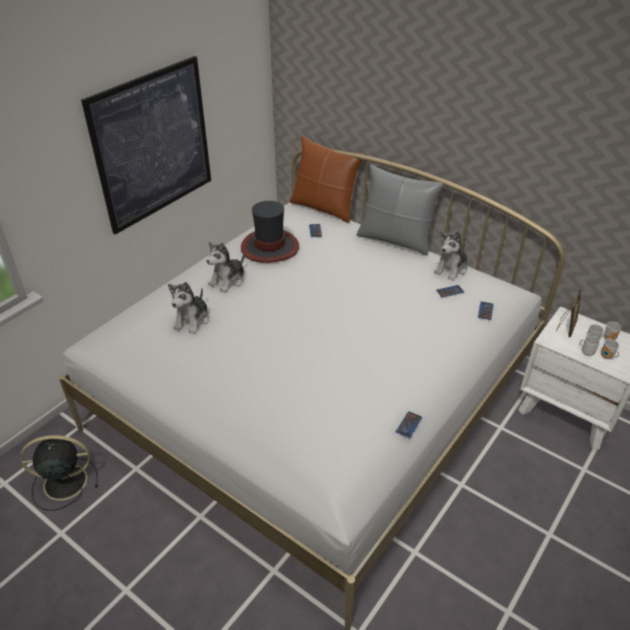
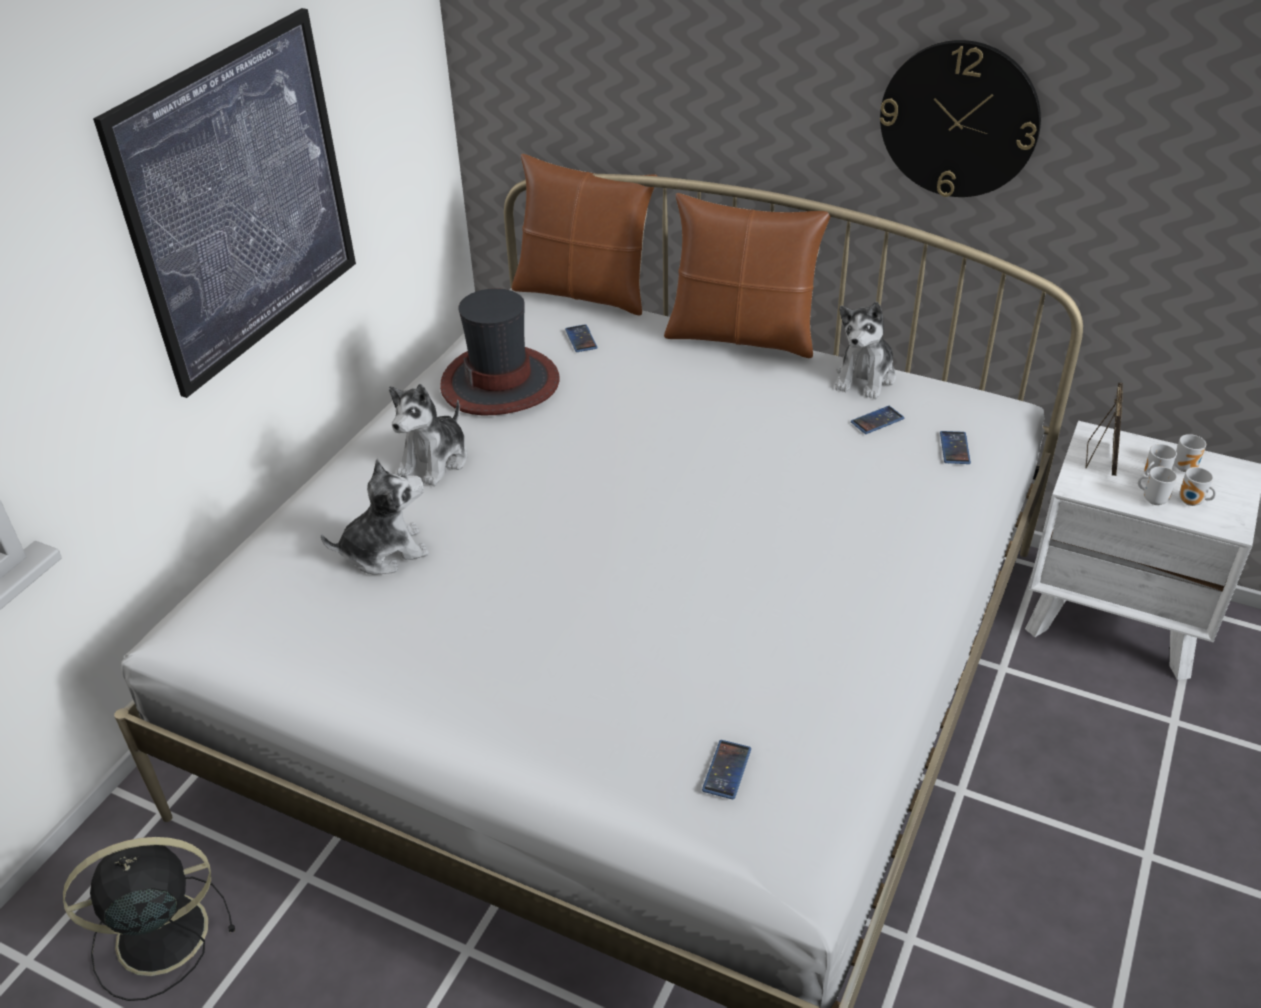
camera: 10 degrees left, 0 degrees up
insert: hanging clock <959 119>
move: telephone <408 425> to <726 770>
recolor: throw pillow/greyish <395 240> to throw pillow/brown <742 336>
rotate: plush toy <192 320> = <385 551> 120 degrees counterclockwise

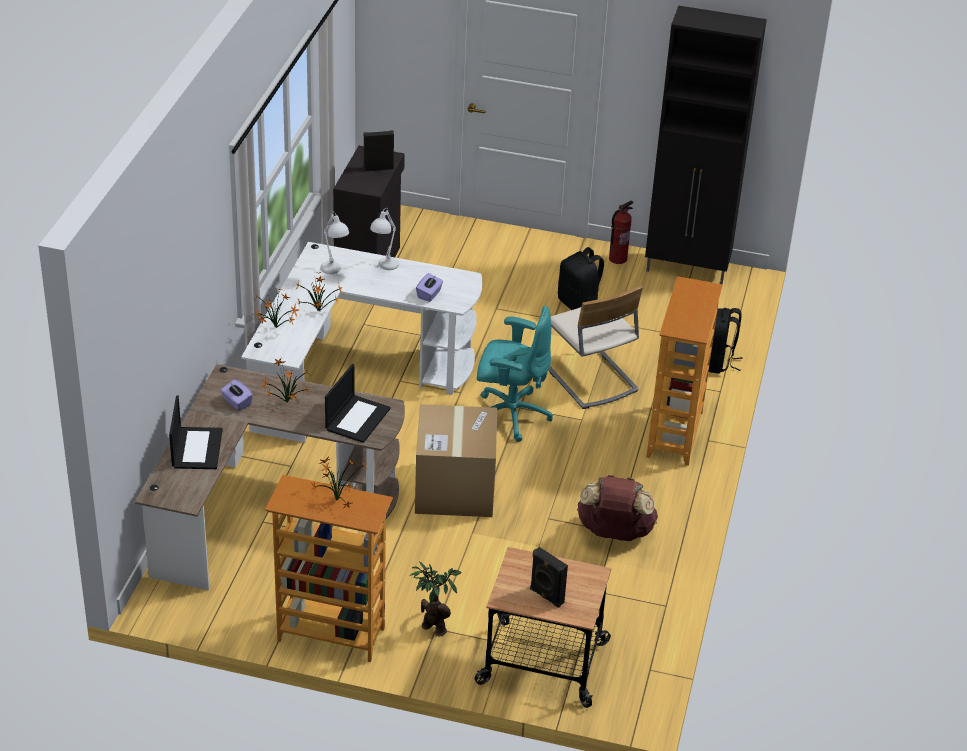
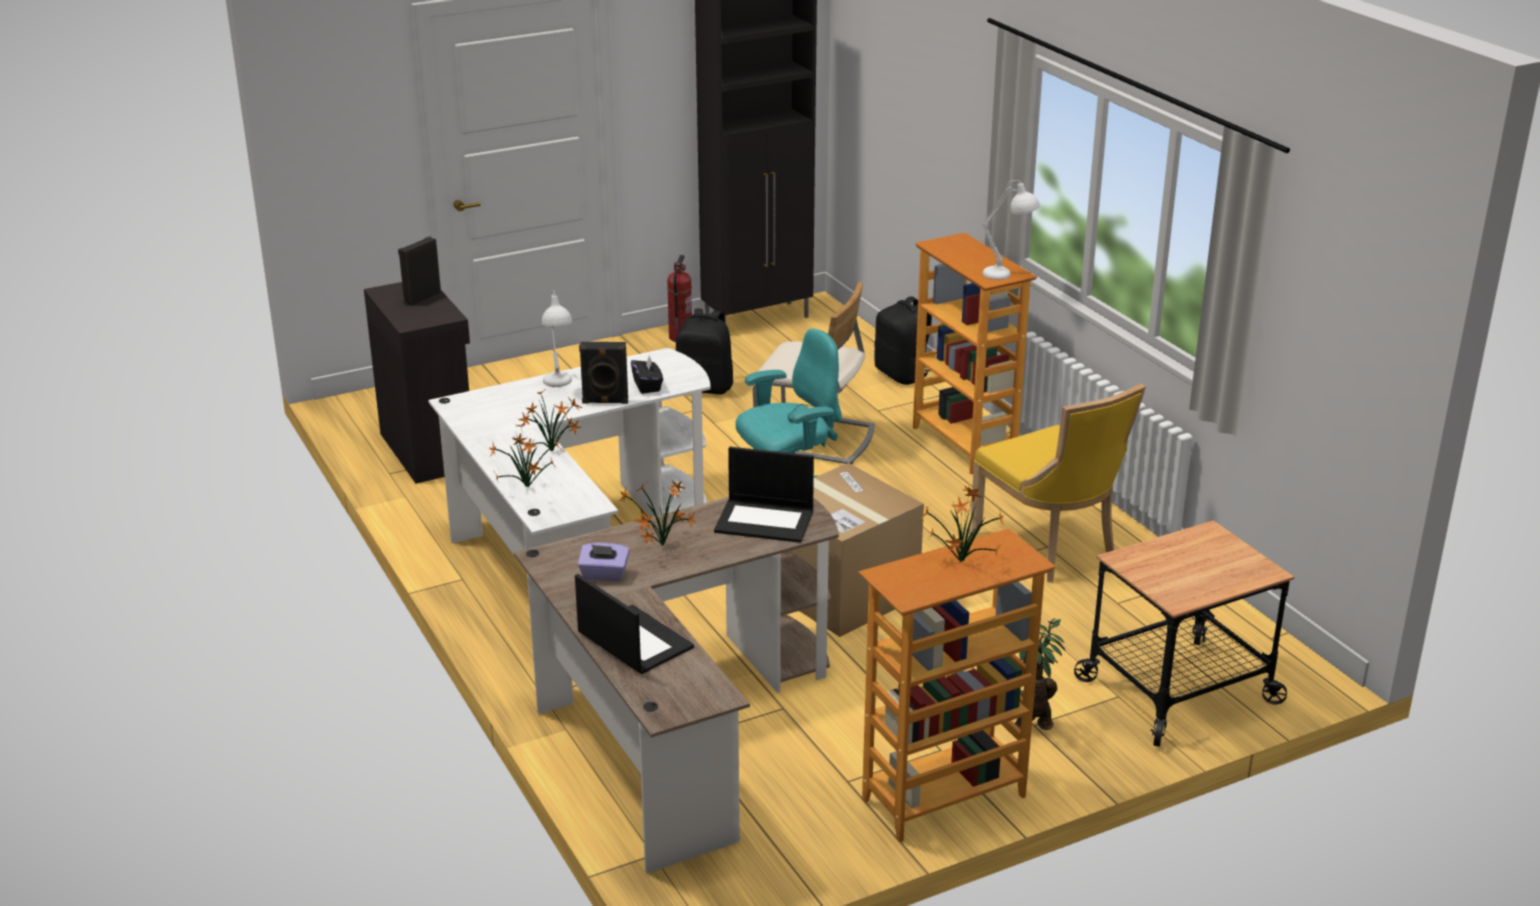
camera: 40 degrees left, 10 degrees down
move: tabletop lamp/whitish <334 272> to <1008 275>; loudspeaker/blackish <546 596> to <605 402>
replace: knapsack/brown <614 533> to upright chair/yellowish <1049 548>
recolor: tissue holder/purple <429 294> to tissue holder/blackish <647 386>
rotate: notebook computer <357 418> = <765 521> 120 degrees clockwise

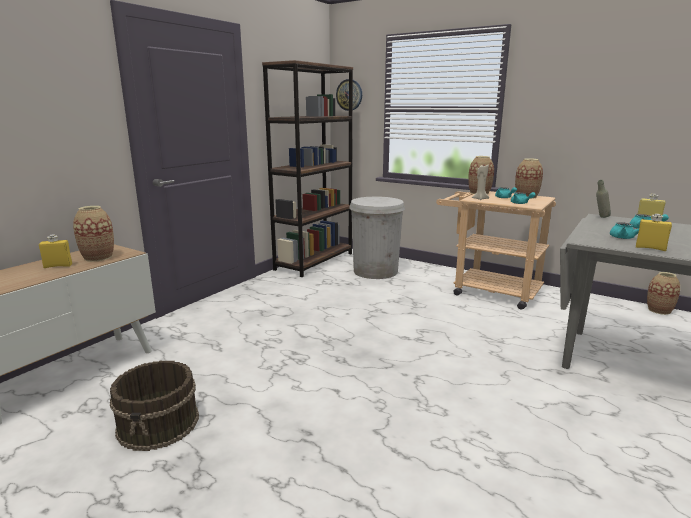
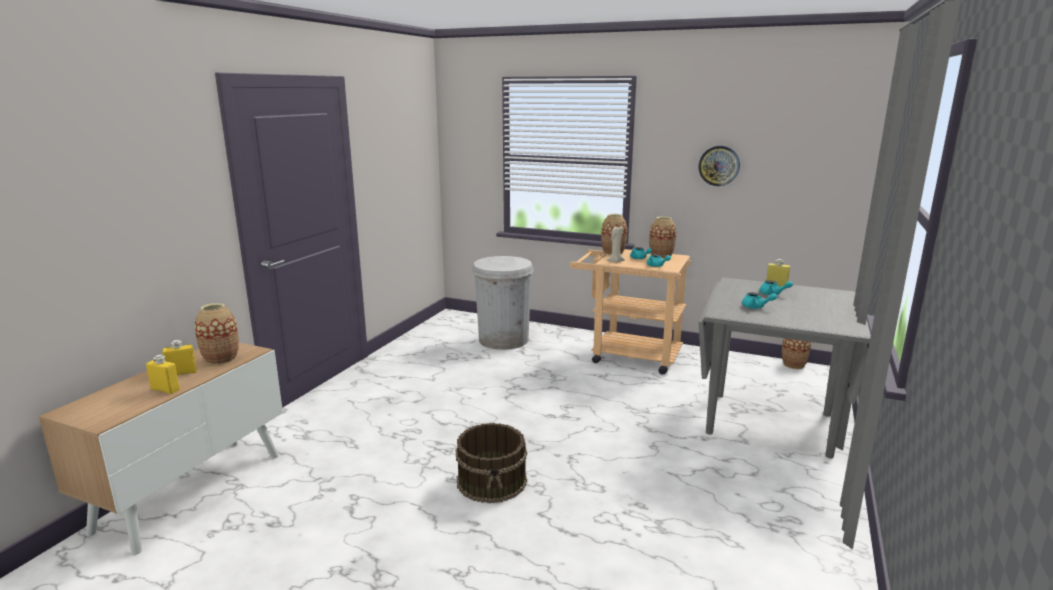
camera: 10 degrees left, 0 degrees up
delete: shelving unit/brown <314 261>; drink bottle/greyish <600 217>
move: bucket/brown <159 423> to <492 480>; hanging clock <349 95> to <719 165>; drink bottle/yellowish <650 248> to <165 390>

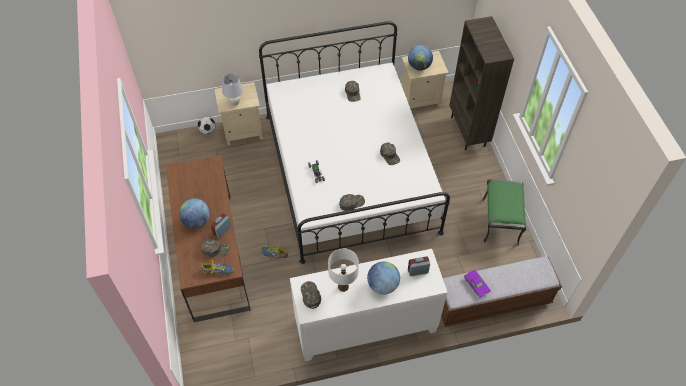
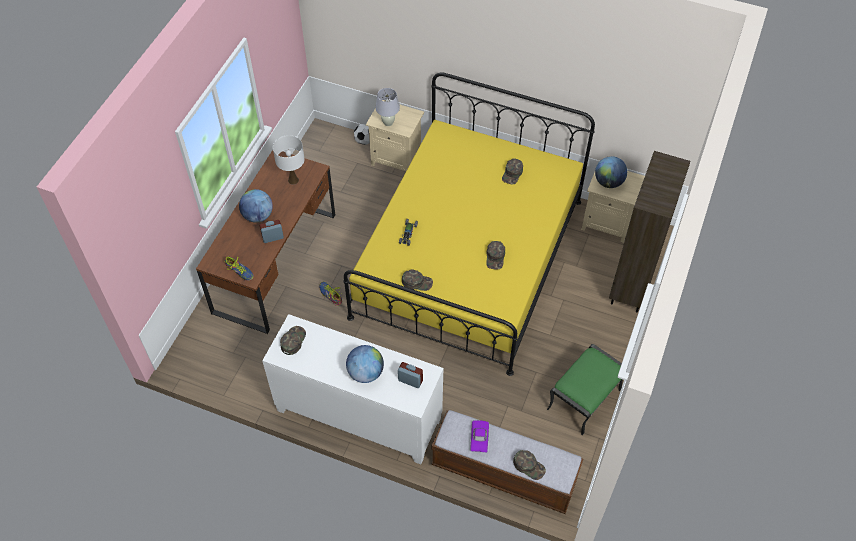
camera: 35 degrees right, 0 degrees up
move: baseball cap/green-coloured <215 249> to <529 466>; tabletop lamp/whitish <343 286> to <293 180>
recolor: sleeping bed/whitish <349 172> to sleeping bed/yellowish <468 257>

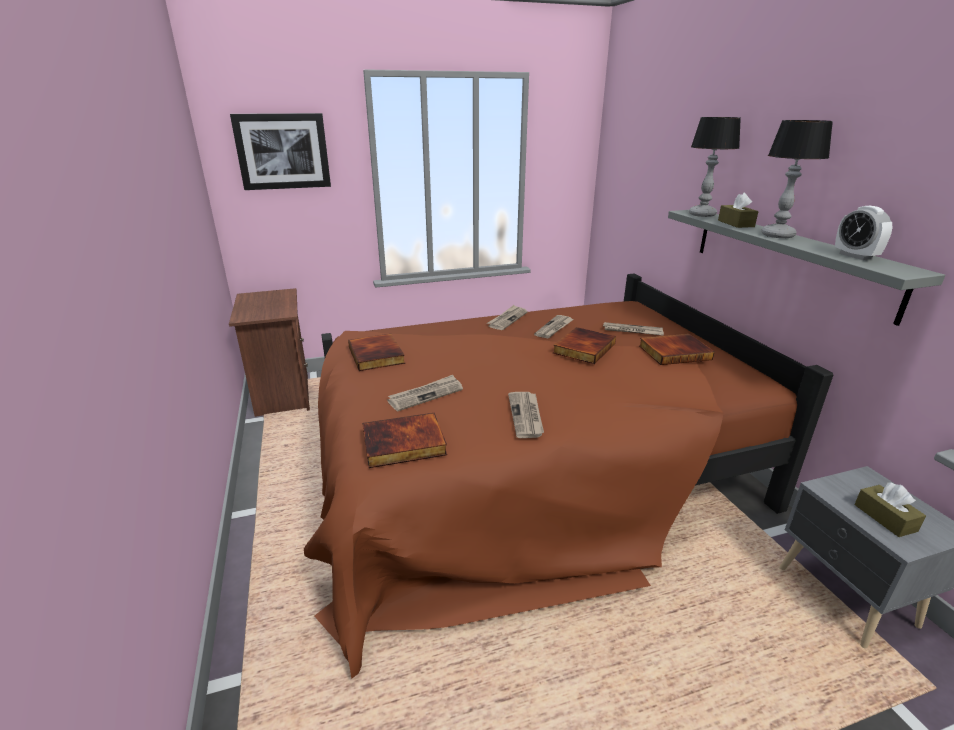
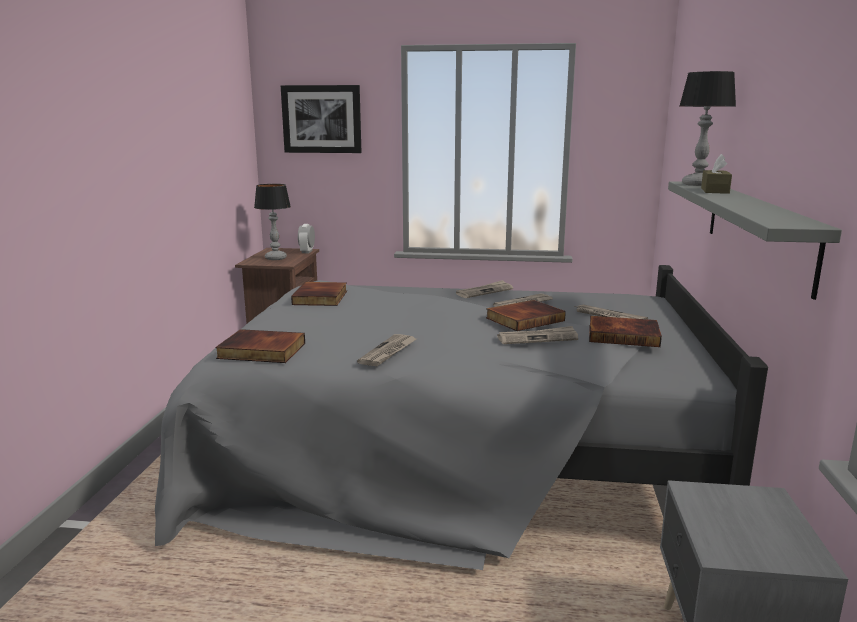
camera: 25 degrees right, 10 degrees down
delete: tissue holder/brown <885 518>
move: printed paper <426 395> to <538 338>; tabletop lamp <777 235> to <276 258>; table clock <855 256> to <307 251>
recolor: sleeping bed/brown <526 470> to sleeping bed/greyish <455 452>

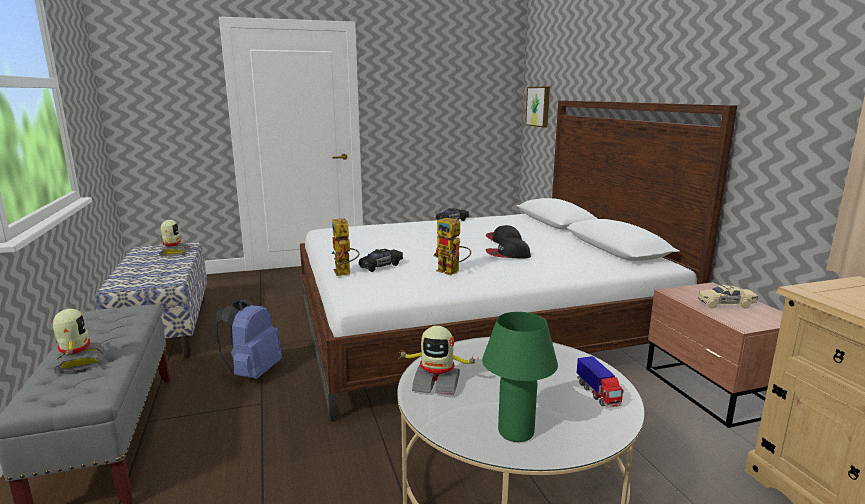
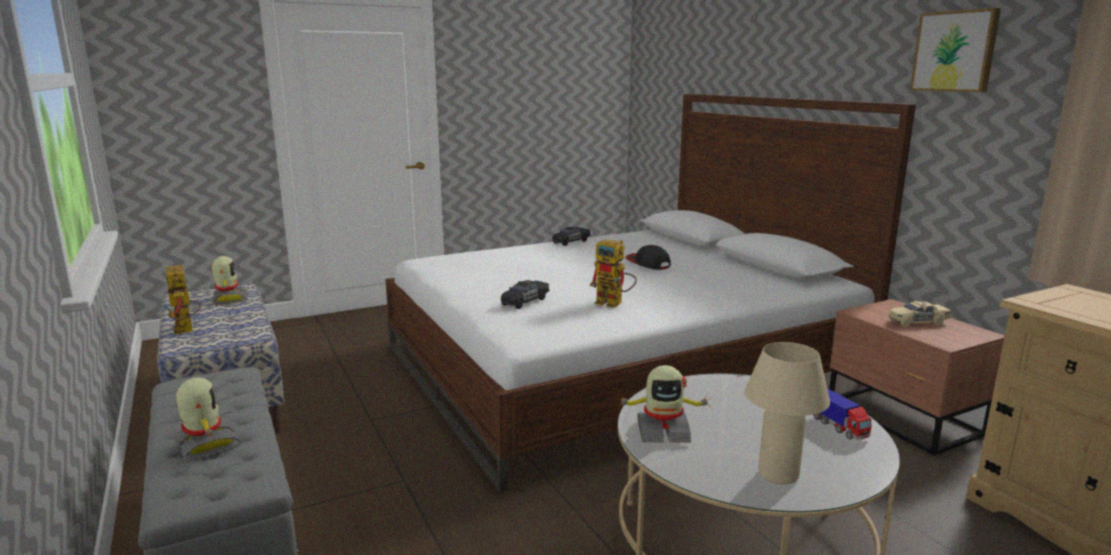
camera: 10 degrees left, 0 degrees up
delete: knapsack/blue <253 373>; baseball cap <507 255>
move: robot figure <345 273> to <186 331>; wall art <539 106> to <955 51>
recolor: tabletop lamp/green-coloured <516 432> to tabletop lamp/beige <778 474>

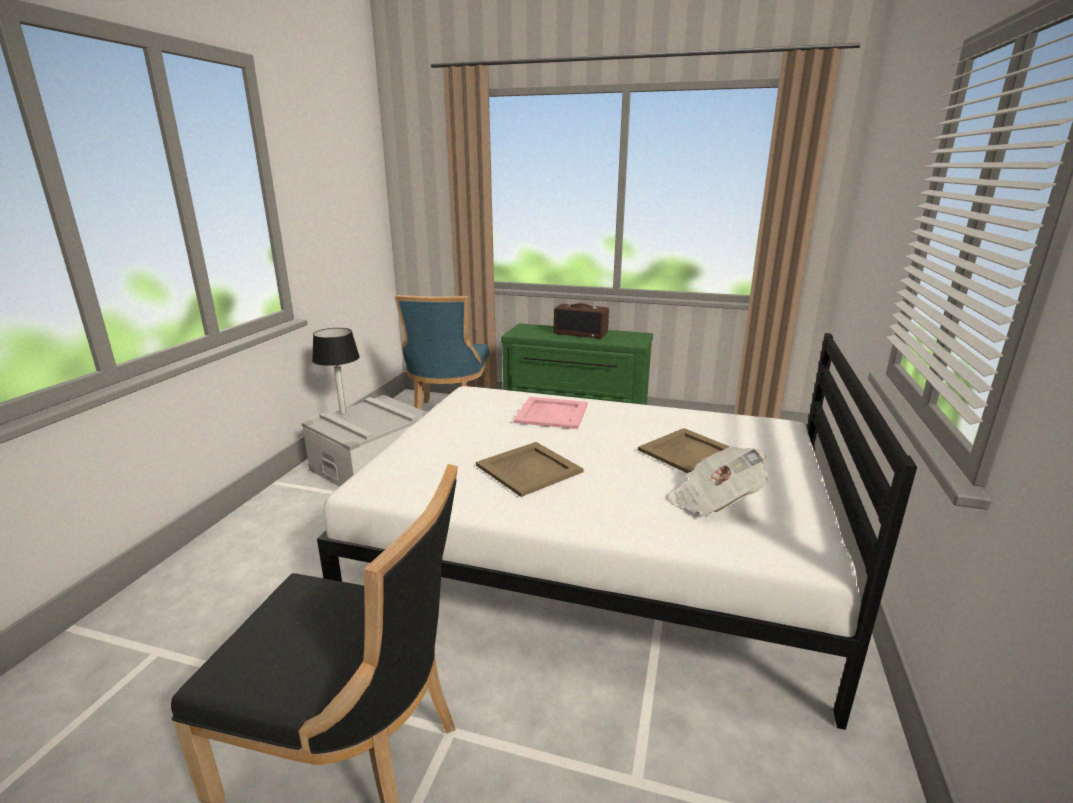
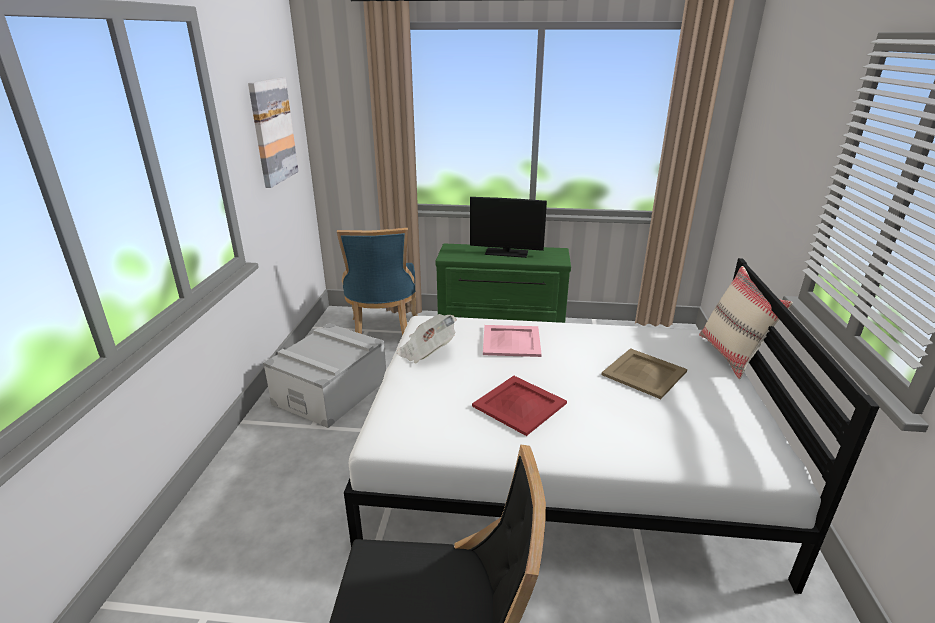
camera: 10 degrees left, 5 degrees up
delete: tabletop lamp <343 413>
insert: wall art <272 131>; throw pillow/beige <731 355>
move: printed paper <714 500> to <427 351>
replace: radio set <581 333> to computer display <506 252>
recolor: carrying tray/beige <529 468> to carrying tray/red-coloured <519 404>

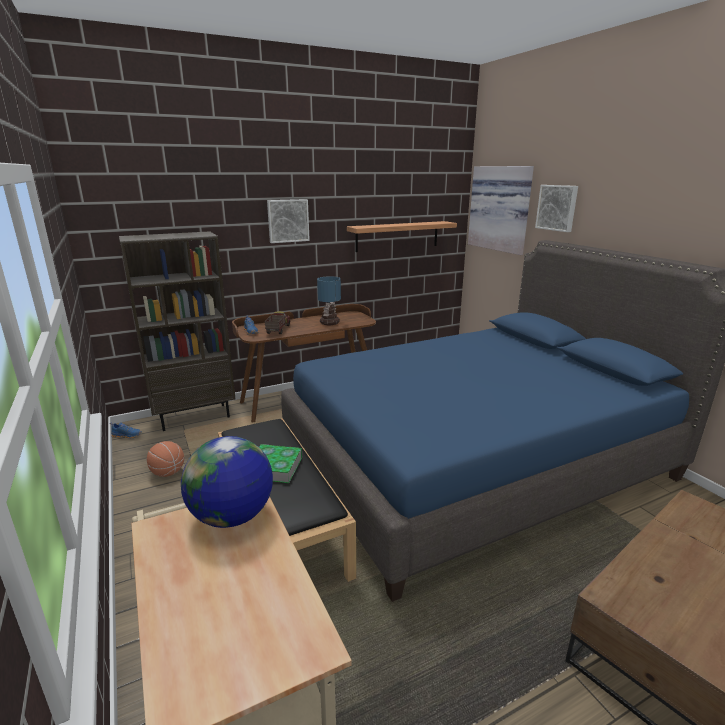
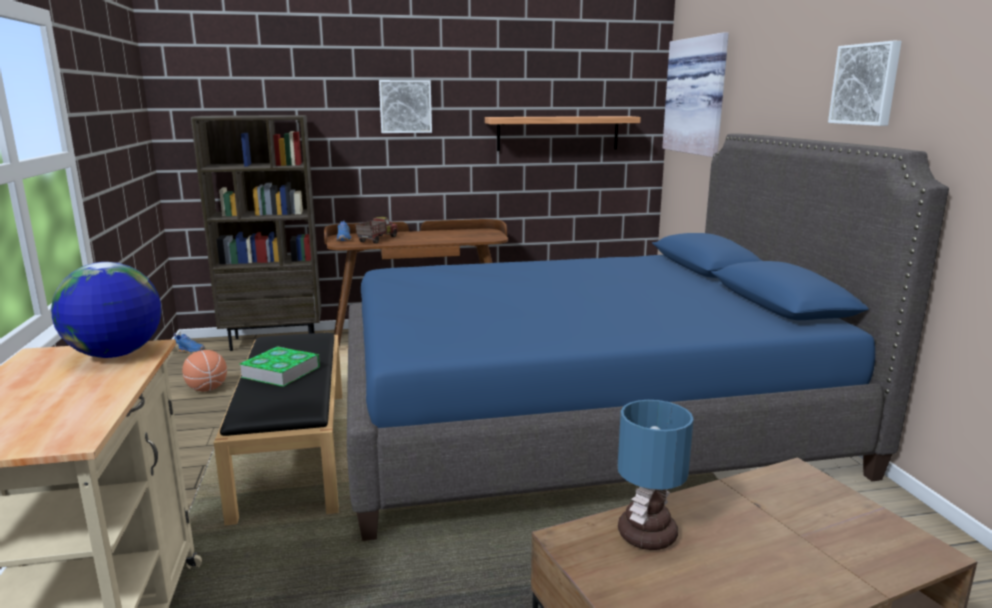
camera: 15 degrees right, 5 degrees down
move: tabletop lamp <329 322> to <647 533>; wall art <557 207> to <866 84>

